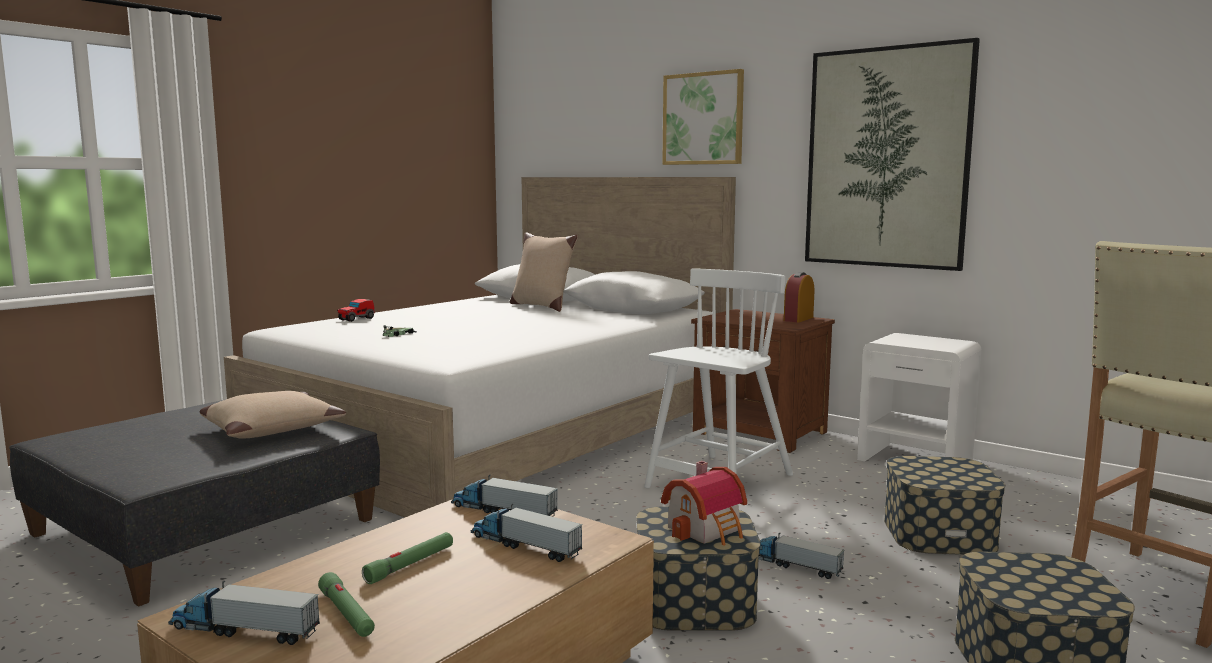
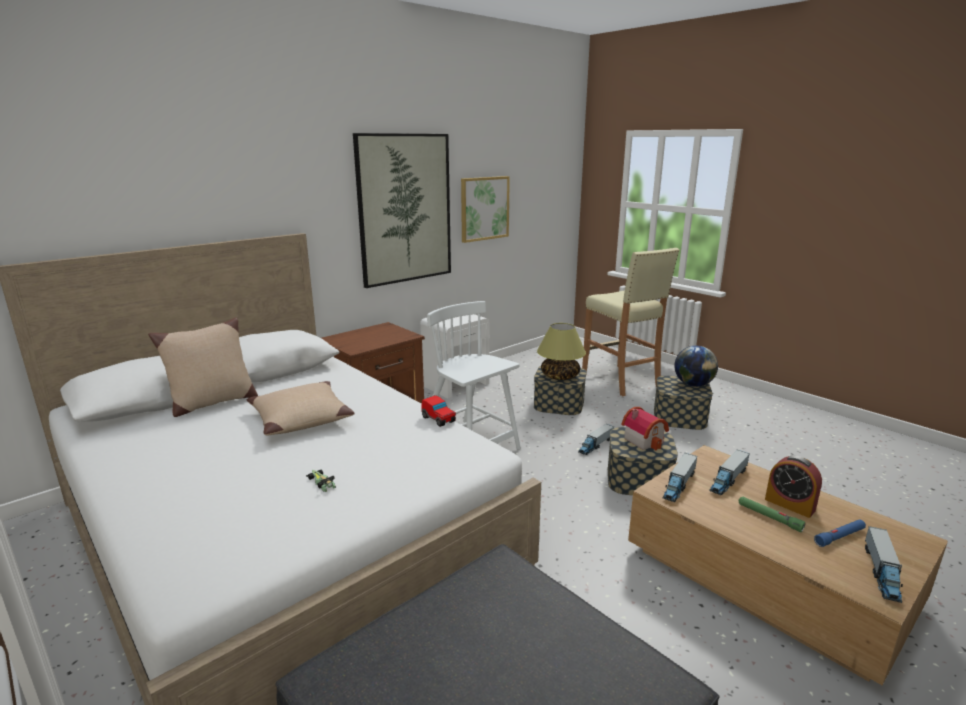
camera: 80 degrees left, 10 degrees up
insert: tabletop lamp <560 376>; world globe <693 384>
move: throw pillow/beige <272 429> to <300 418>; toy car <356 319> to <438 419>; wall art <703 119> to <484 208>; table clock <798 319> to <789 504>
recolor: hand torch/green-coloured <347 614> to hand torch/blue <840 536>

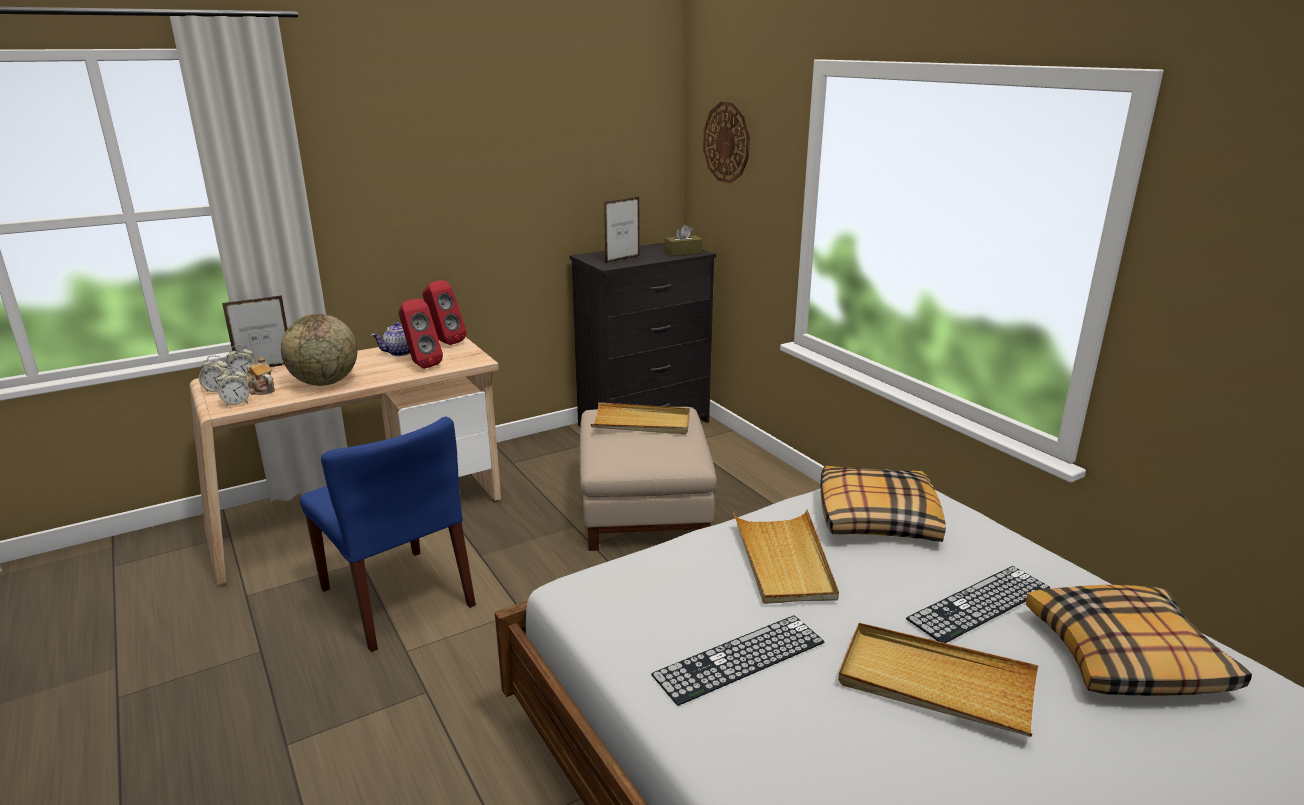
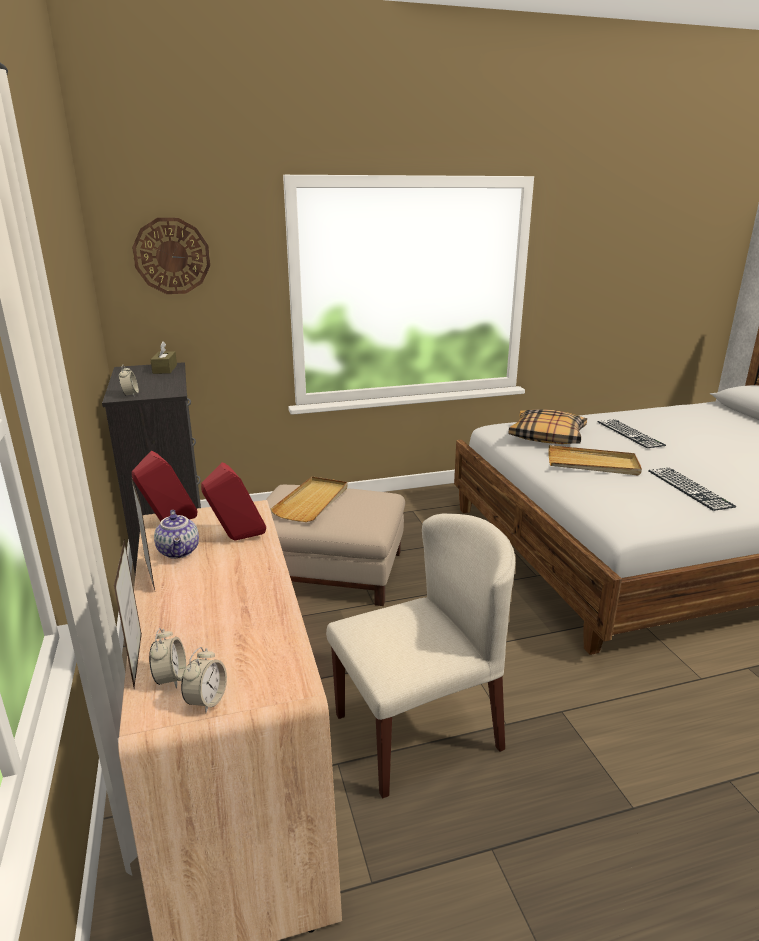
camera: 75 degrees left, 0 degrees up
delete: pot for tea <260 390>; world globe <325 382>; carrying tray/beige <935 683>; throw pillow <1125 657>
move: table clock <236 403> to <130 395>; picture frame <622 259> to <149 575>
recolor: upright chair/blue <398 597> to upright chair/beige <418 730>

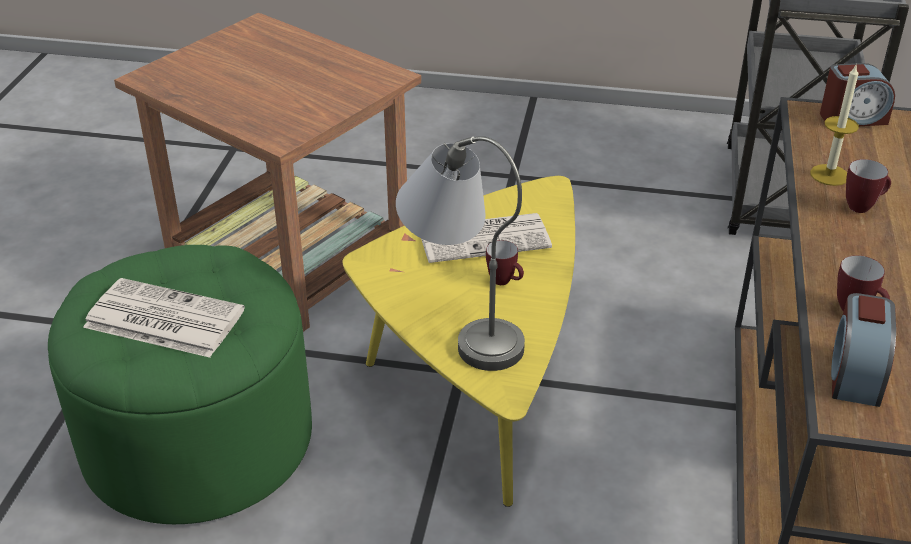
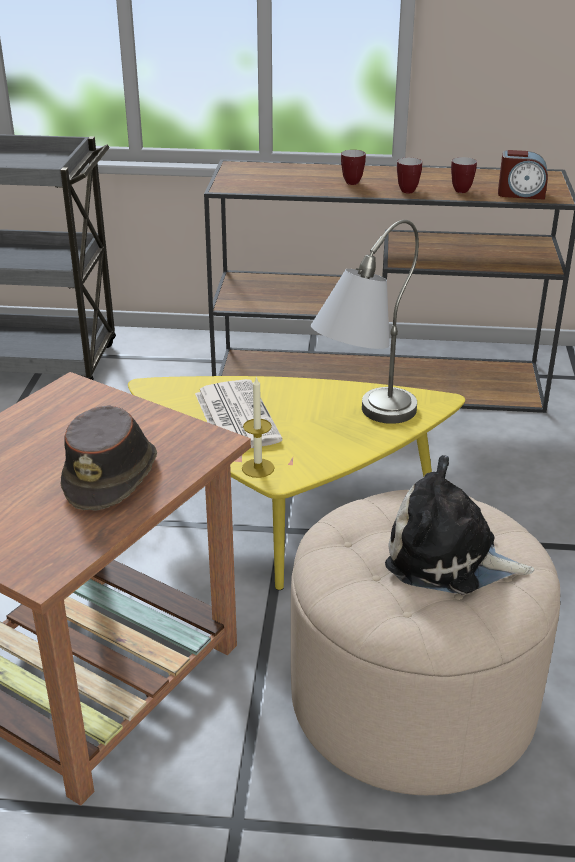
camera: 95 degrees left, 5 degrees down
delete: table clock <852 118>
insert: clothing hat/brown <112 476>
move: coffee mug <505 282> to <409 190>; wax candle <829 175> to <258 468>
replace: printed paper <162 319> to plush toy <448 558>
recolor: footrest/green-coloured <198 440> to footrest/beige <412 698>

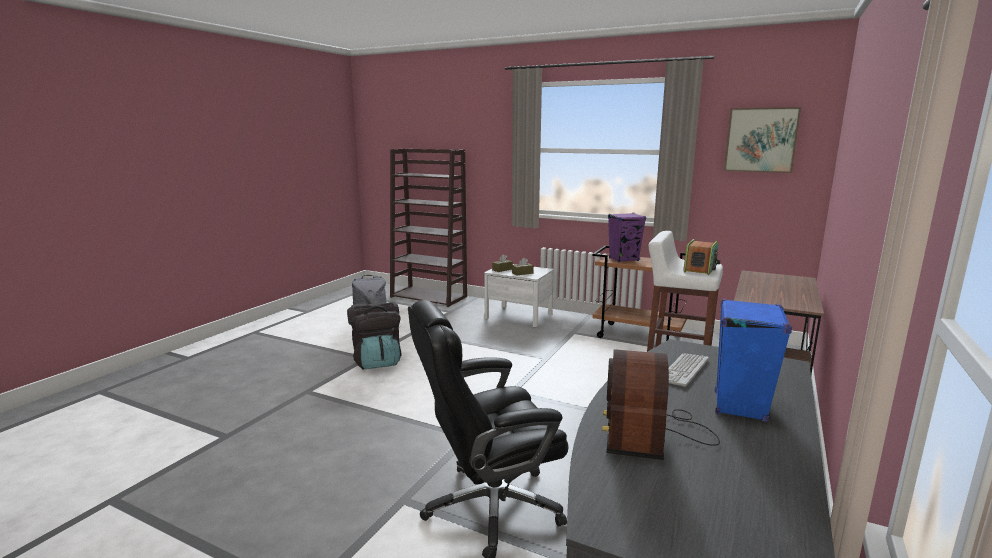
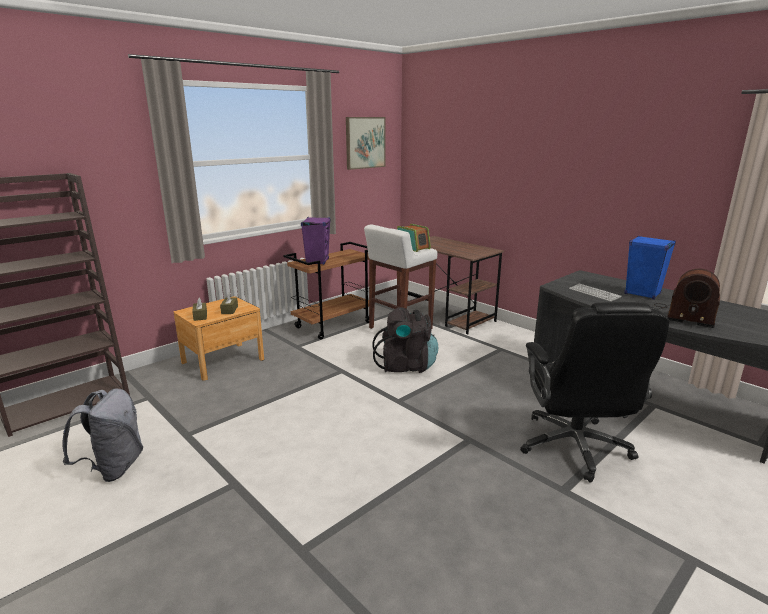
camera: 70 degrees left, 5 degrees up
move: knapsack/blackish <377 361> to <406 365>
recolor: night table/whitish <518 316> to night table/brown <223 361>

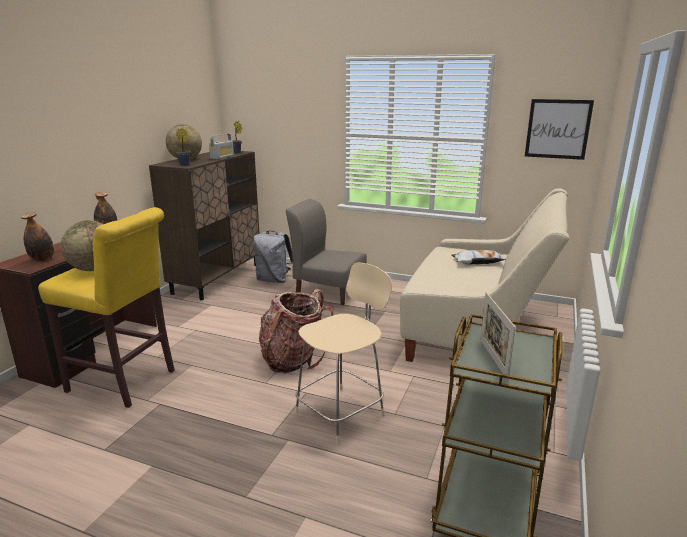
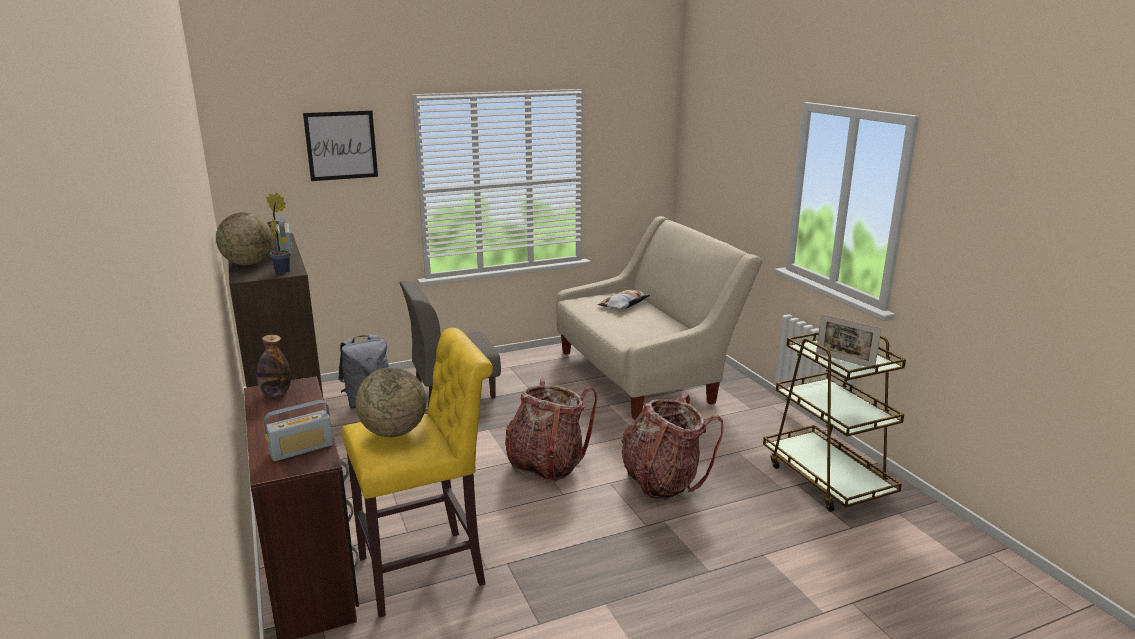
camera: 45 degrees left, 0 degrees up
move: wall art <557 129> to <341 145>
replace: drink bottle <42 259> to radio set <302 449>; upright chair/beige <342 413> to knapsack <663 481>

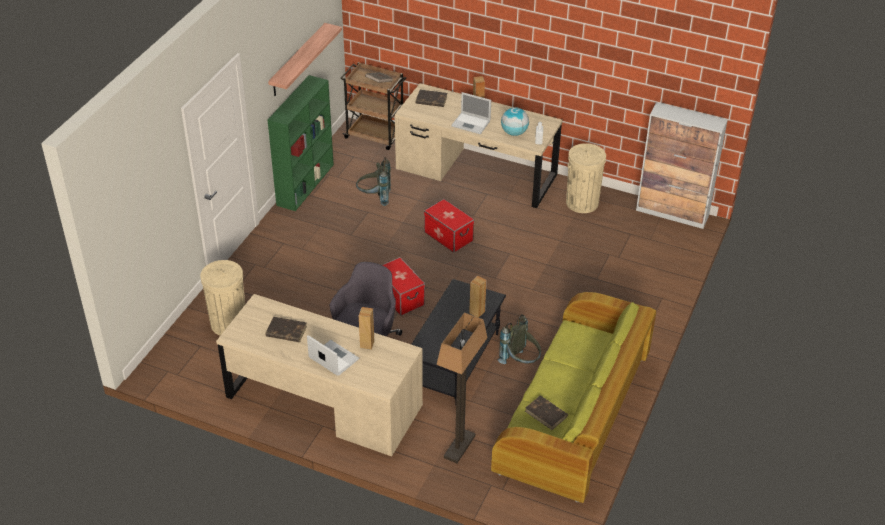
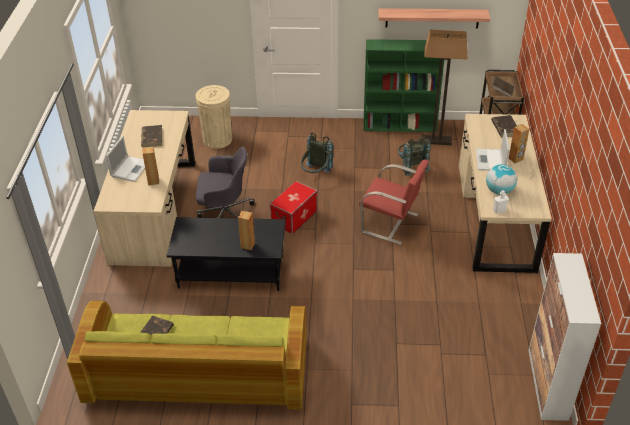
camera: 70 degrees right, 0 degrees up
delete: waste bin/beige <582 203>
move: floor lamp <459 447> to <436 141>; knapsack/greyish <520 362> to <315 174>
replace: storage box <449 236> to upright chair/red-coloured <391 224>

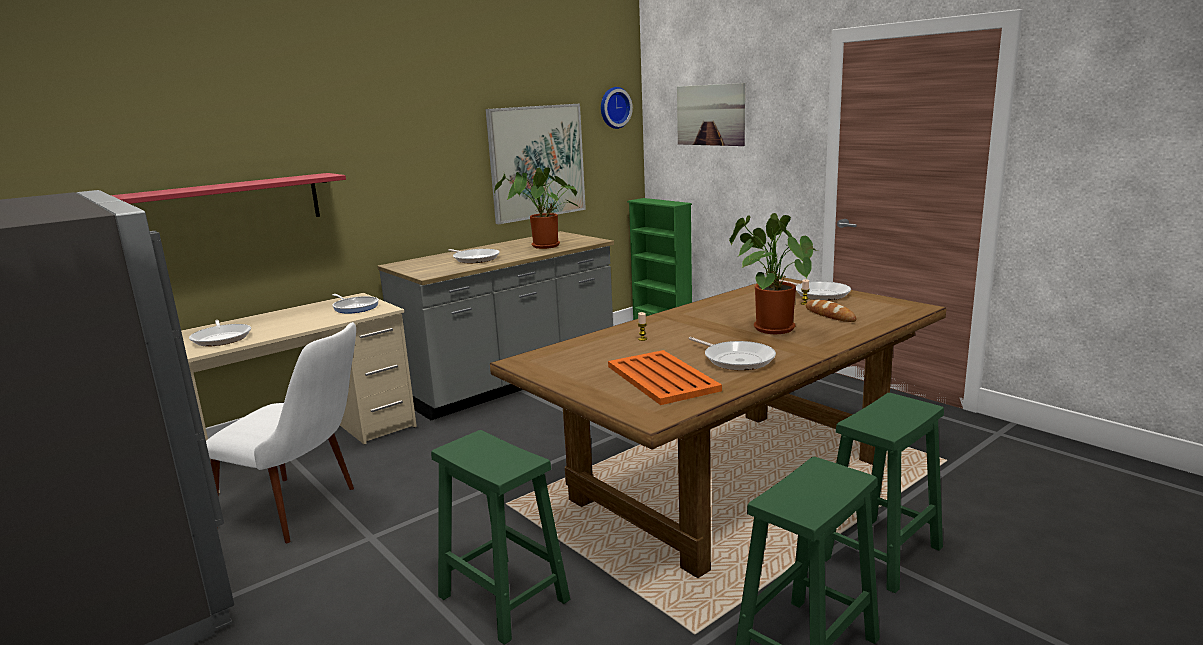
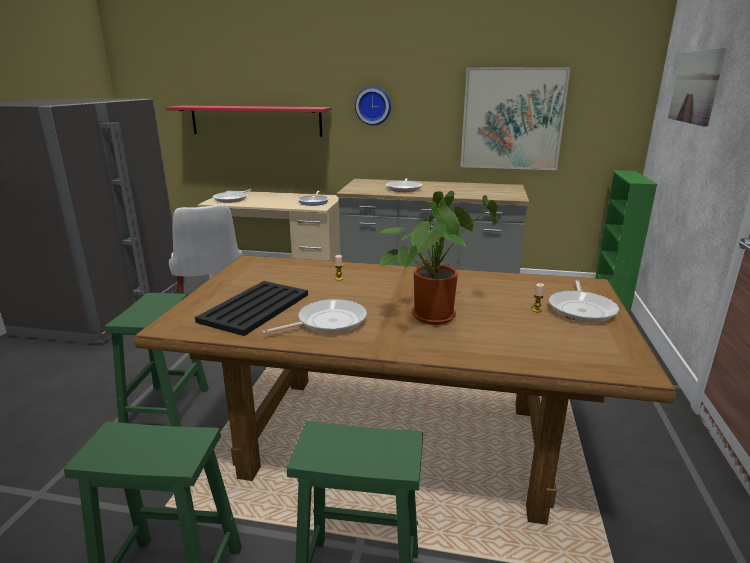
camera: 50 degrees right, 5 degrees up
delete: plant in a pot <543 247>; bakery bread <830 315>
move: hanging clock <614 108> to <373 106>
recolor: carrying tray/orange-coloured <661 378> to carrying tray/blackish <256 307>
rotate: pan <736 359> = <328 322> 135 degrees counterclockwise

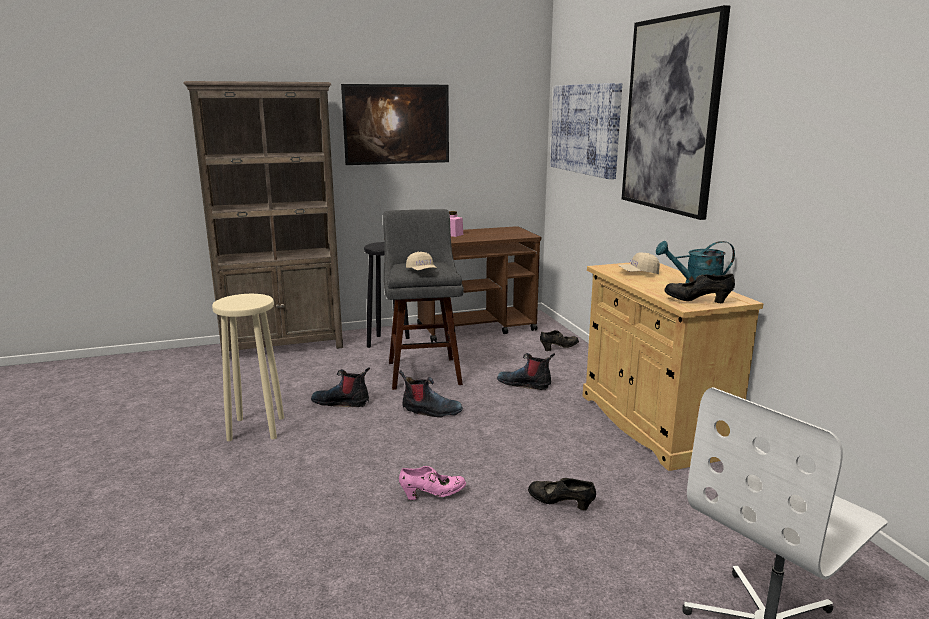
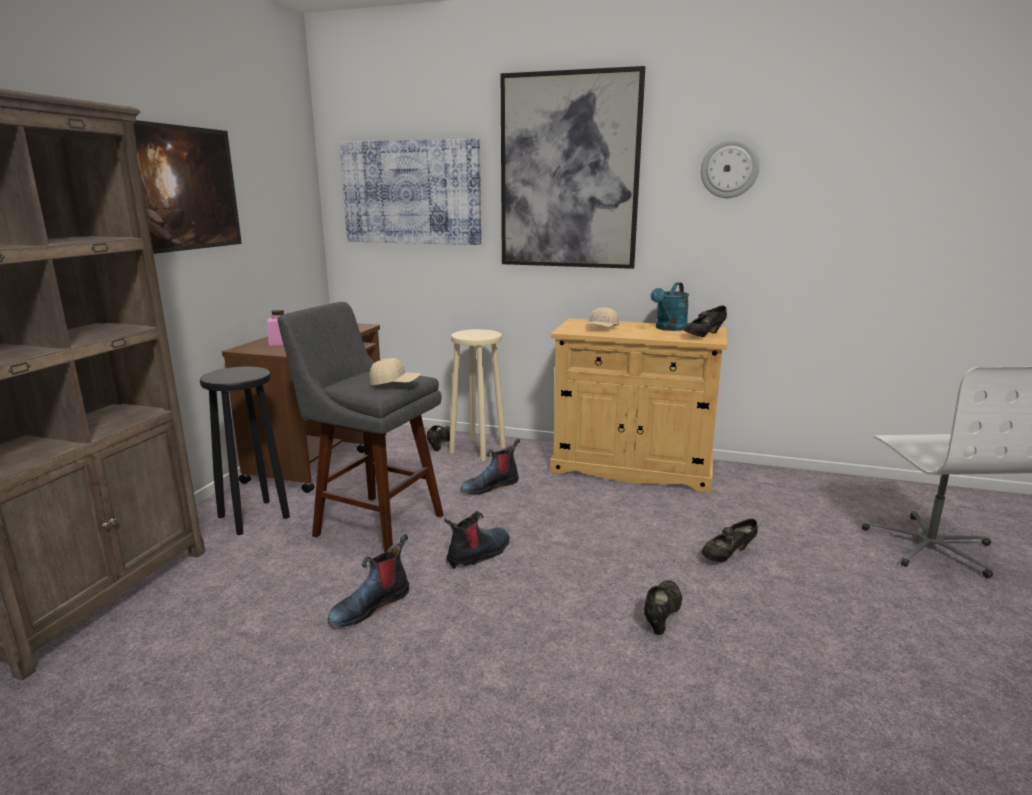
camera: 55 degrees left, 0 degrees up
insert: hanging clock <729 169>
move: sitting stool/beige <257 428> to <478 449>
recolor: item of footwear/pink-coloured <433 495> to item of footwear/blackish <661 616>

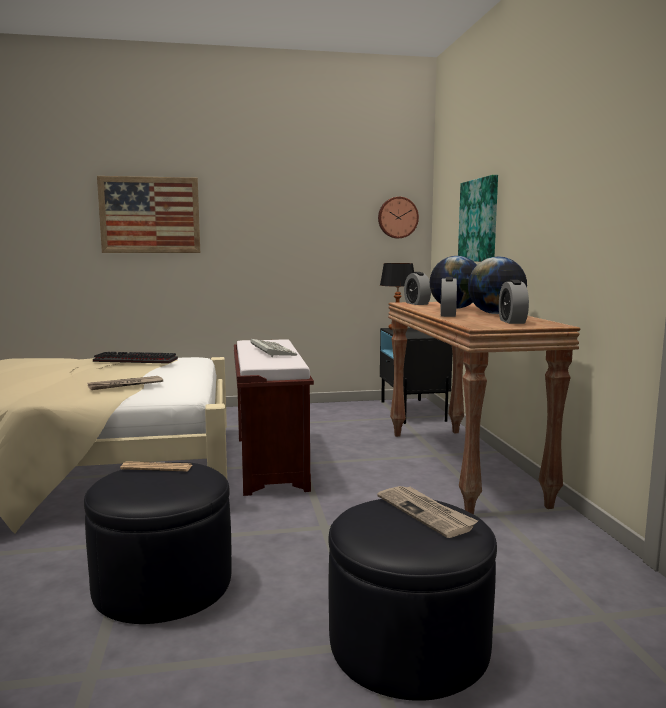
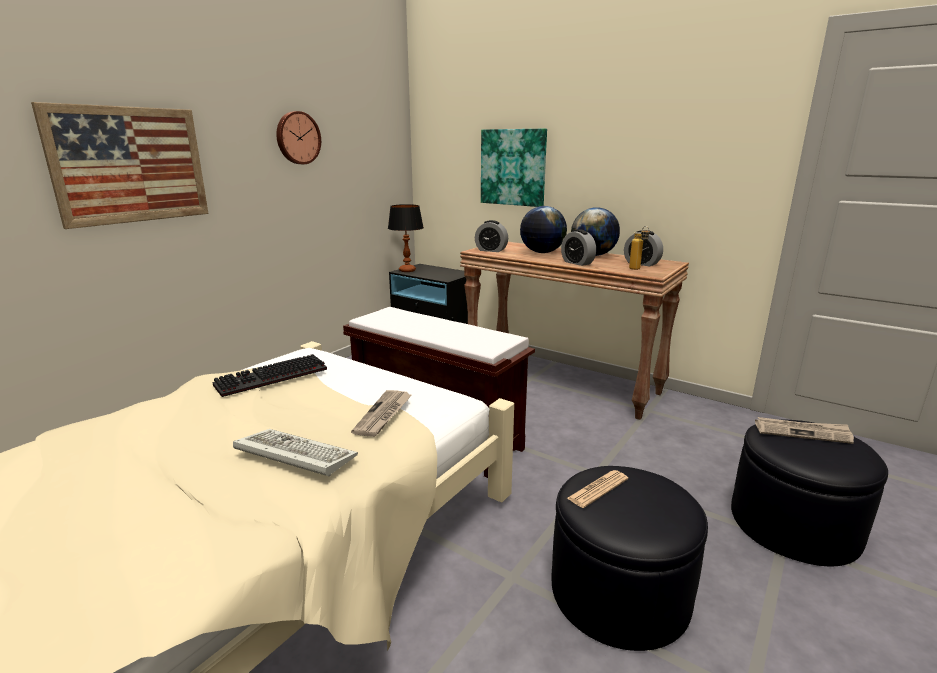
camera: 45 degrees left, 10 degrees up
insert: drink bottle <637 269>
move: keyboard <271 351> to <292 455>; hanging clock <397 217> to <297 138>

